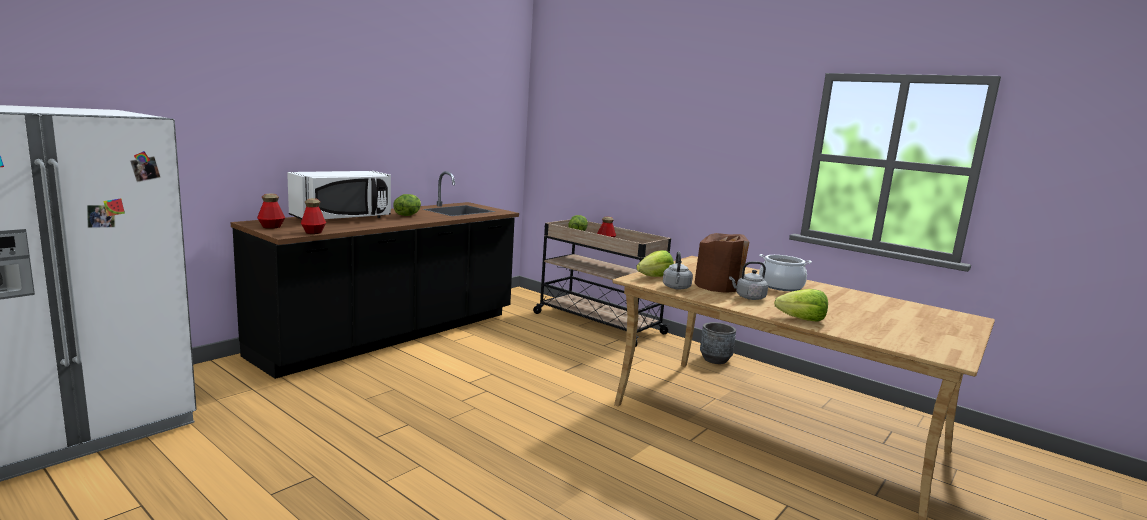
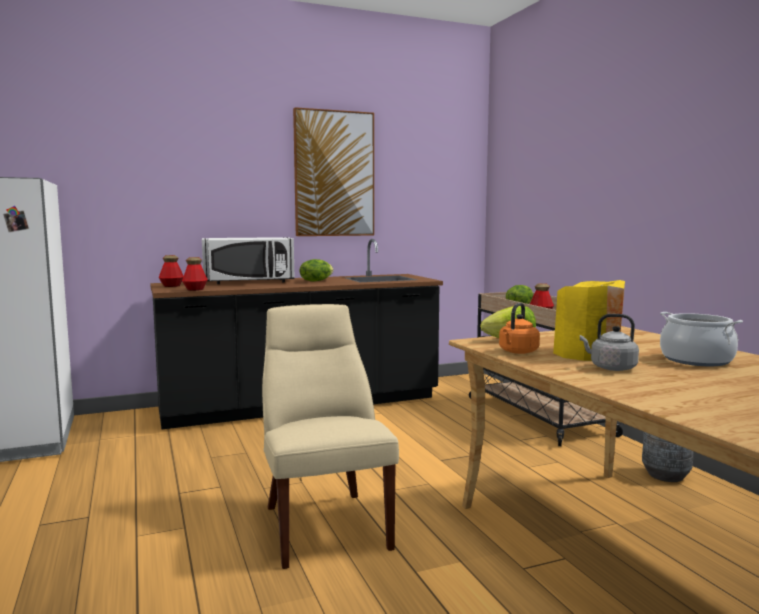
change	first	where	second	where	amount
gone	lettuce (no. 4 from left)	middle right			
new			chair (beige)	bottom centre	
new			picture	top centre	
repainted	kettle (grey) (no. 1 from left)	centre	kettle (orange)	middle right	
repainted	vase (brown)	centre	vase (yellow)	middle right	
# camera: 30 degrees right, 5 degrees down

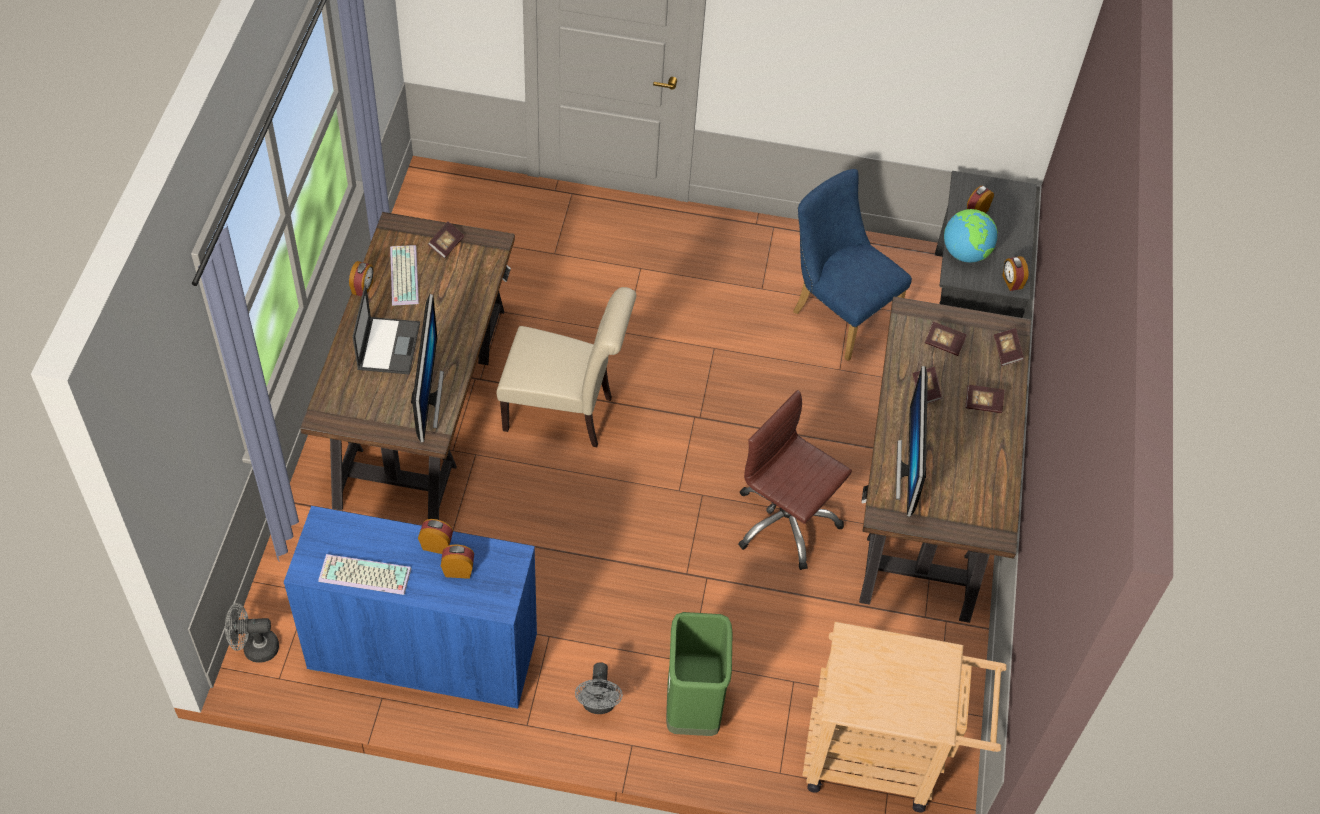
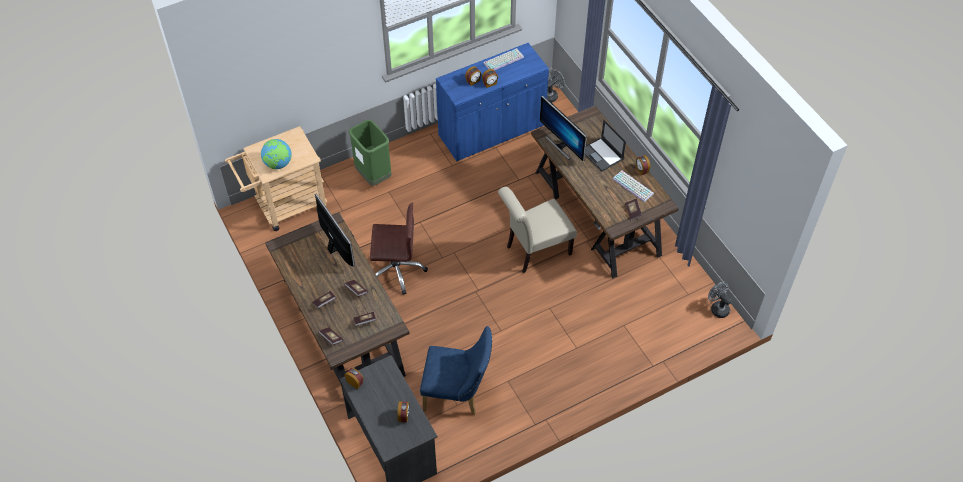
change	first	where	second	where	amount
shifted	fan (grey) (no. 2 from left)	bottom centre		middle right	
shifted	globe	top right		top left	
# camera: 145 degrees right, 0 degrees up

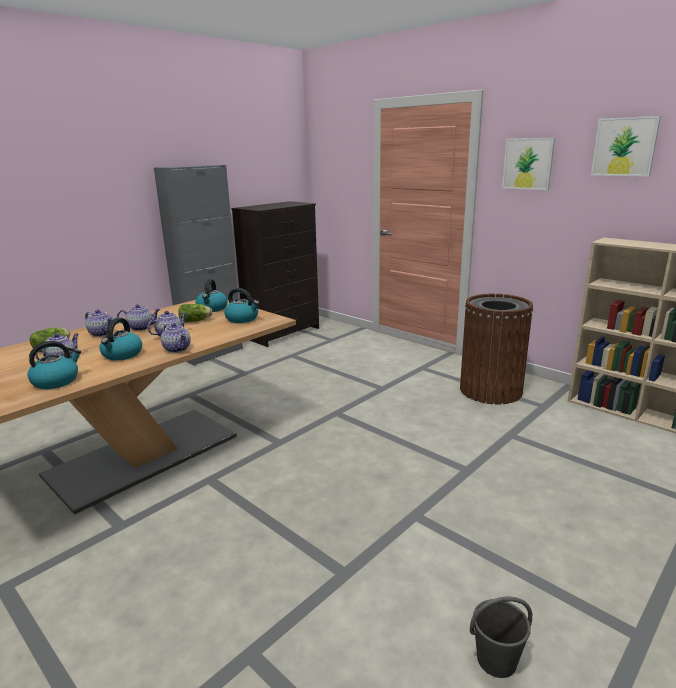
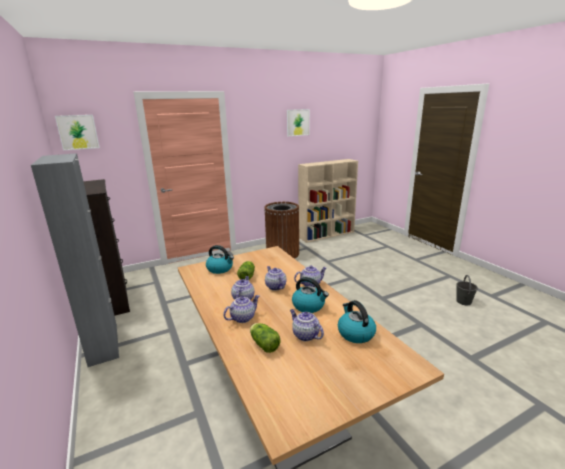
change	first	where	second	where	amount
gone	kettle (no. 4 from left)	centre			
shifted	picture (no. 1 from left)	top right		top left	
# camera: 70 degrees left, 0 degrees up

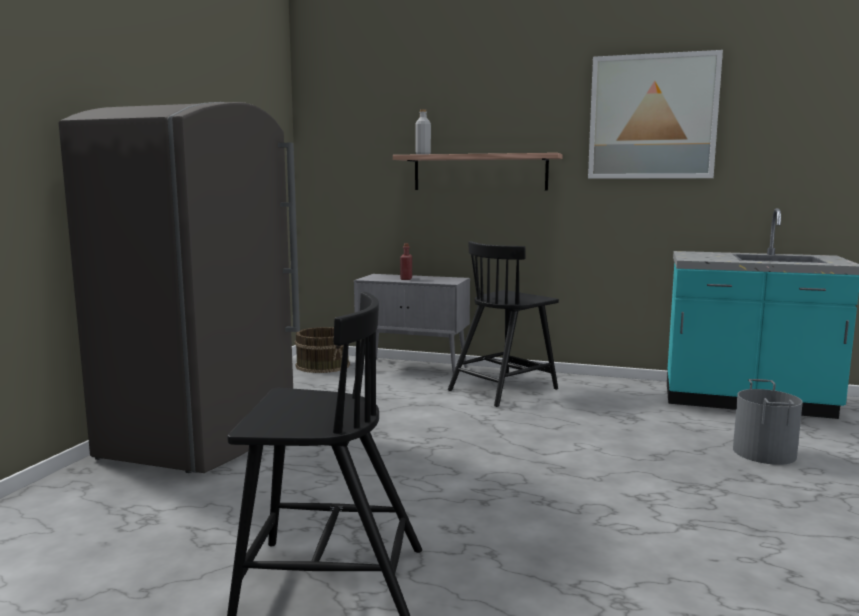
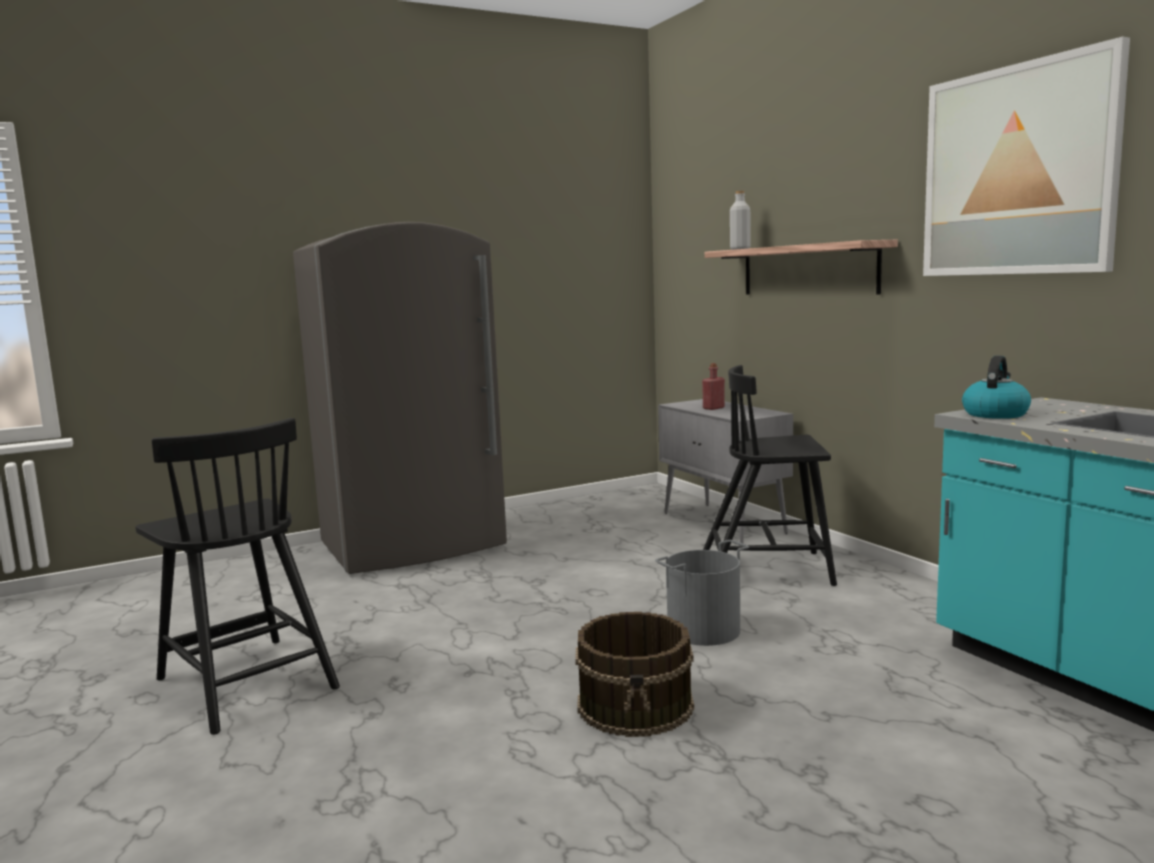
change	first	where	second	where	amount
new			kettle	middle right	
shifted	bucket (brown)	centre		bottom centre	
shifted	bucket (grey)	bottom right		bottom centre	
# camera: 45 degrees right, 0 degrees up

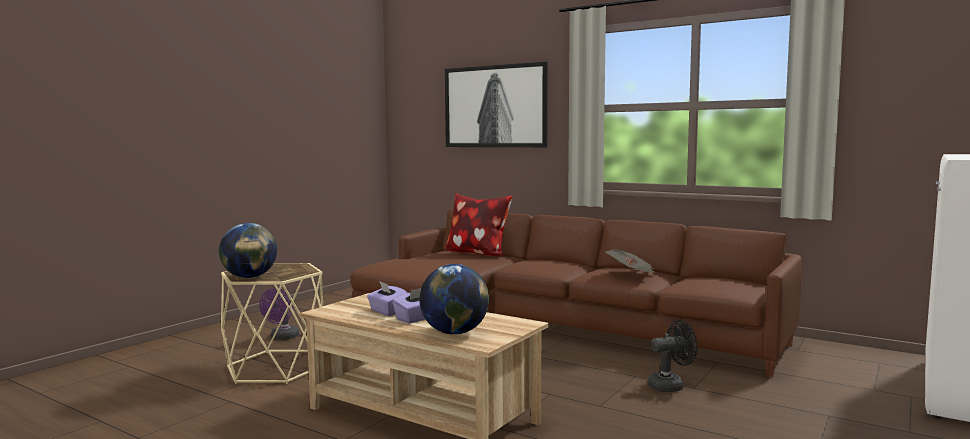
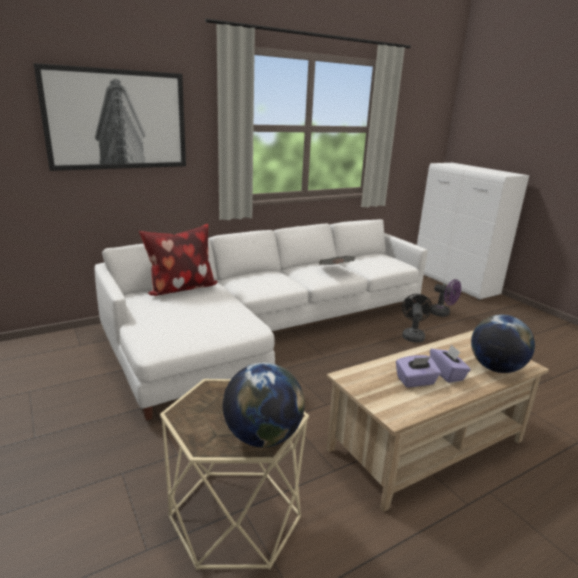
change	first	where	second	where	amount
shifted	fan (purple)	bottom left		middle right	
repainted	sofa (brown)	bottom centre	sofa (white)	centre	
# camera: 65 degrees left, 15 degrees up

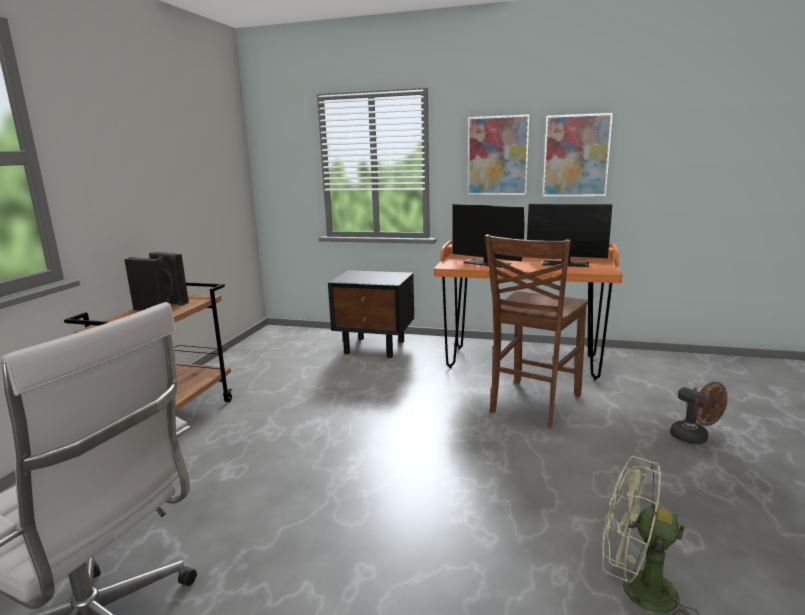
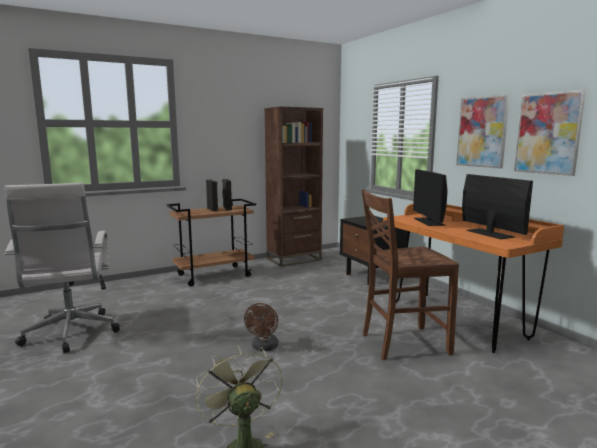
change	first	where	second	where	amount
new			bookcase (brown)	centre	
shifted	fan (brown)	bottom right		bottom centre	
# camera: 45 degrees right, 5 degrees down

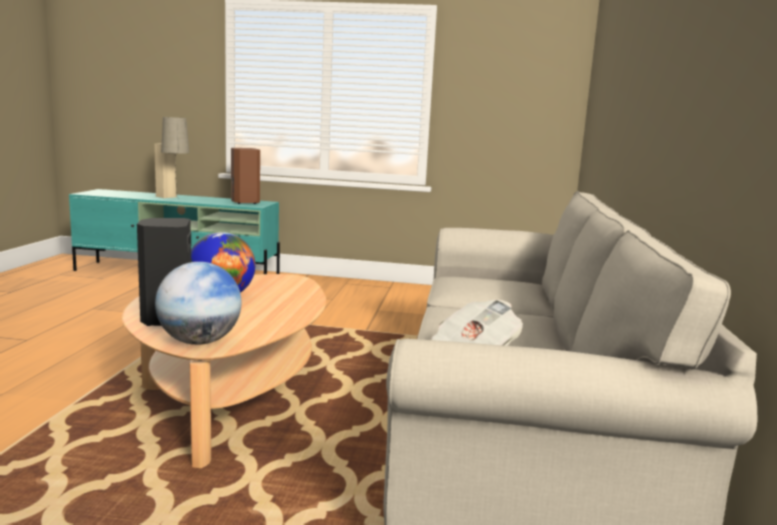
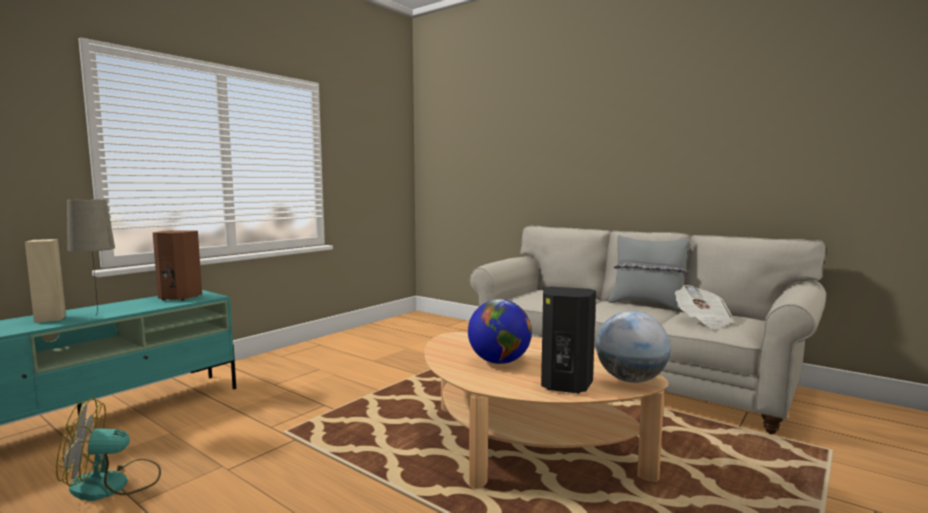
change	first	where	second	where	amount
new			fan	bottom left	
new			pillow (grey)	middle right	
# camera: 60 degrees left, 5 degrees down

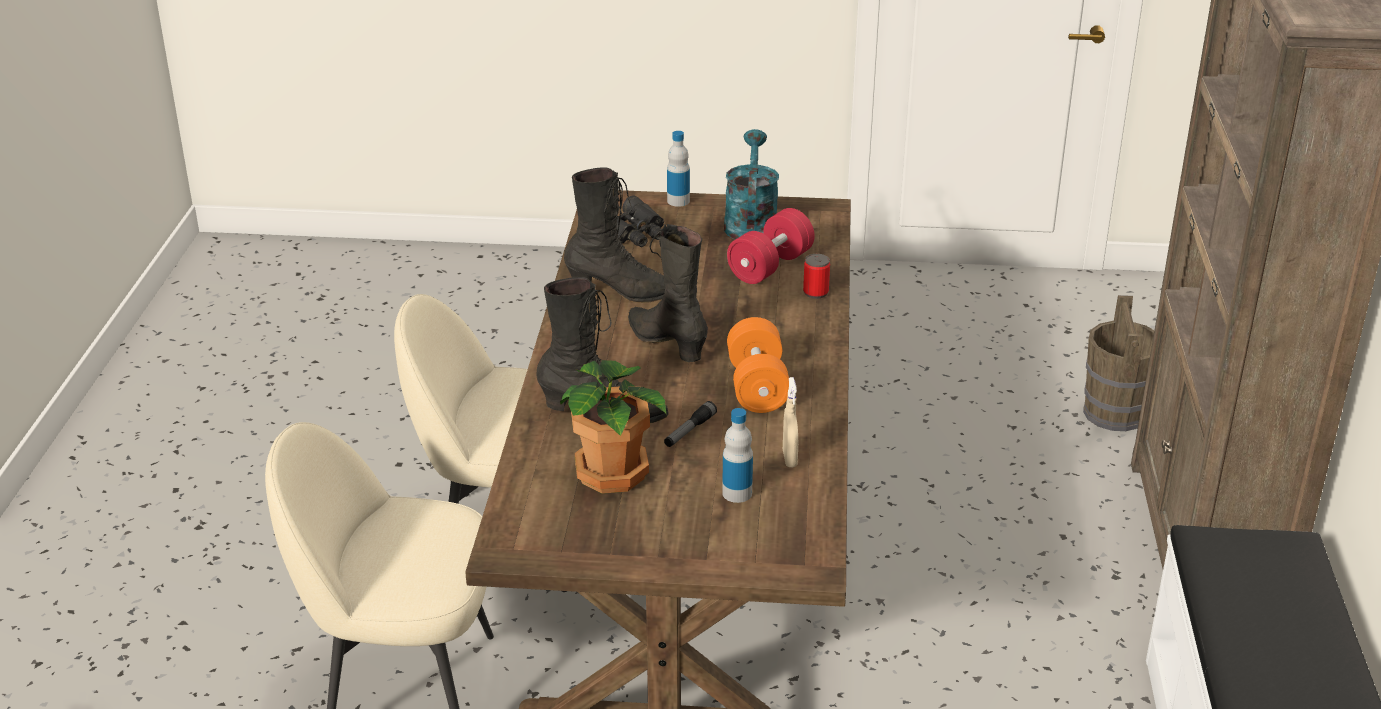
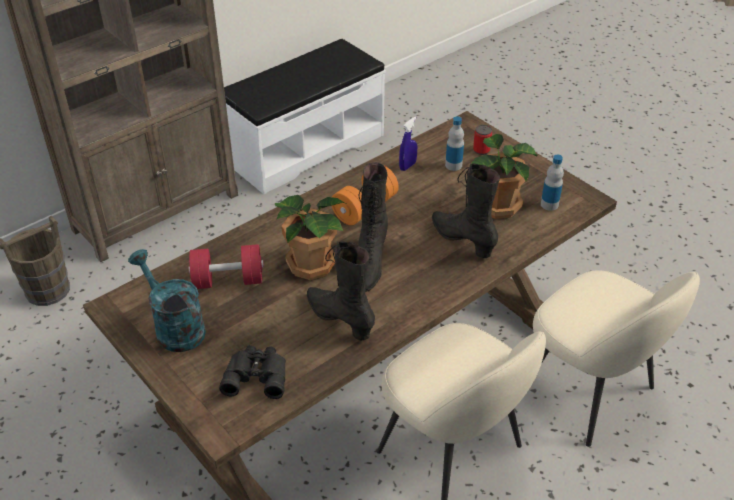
change	first	where	second	where	amount
gone	flashlight	centre			
new			potted plant (no. 1 from left)	centre	
shifted	bottle (no. 1 from left in the first image)	top centre	bottle (no. 2 from left)	middle right	
shifted	can	centre		top centre	
repainted	spray bottle (beige)	centre	spray bottle (blue)	top centre	
rotated	watering can (turquoise)	top centre		middle left	90 degrees clockwise
# camera: 135 degrees left, 10 degrees up

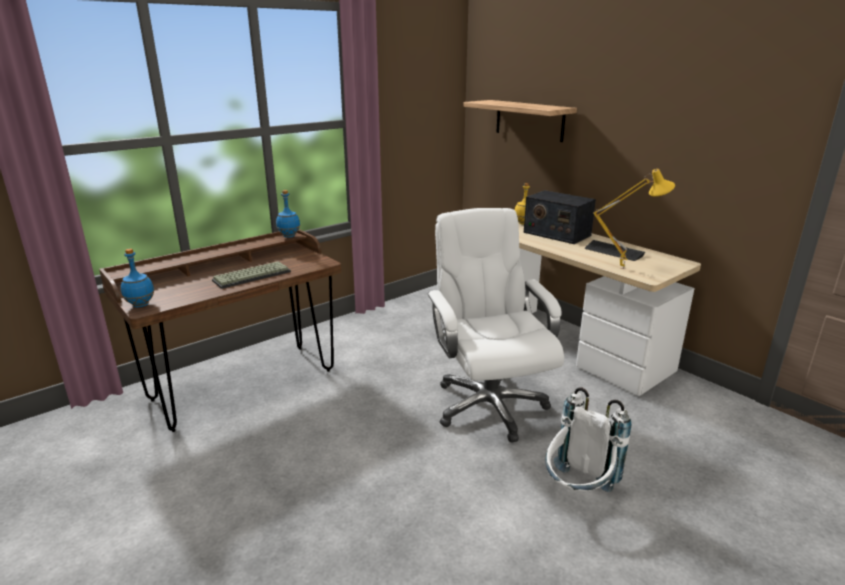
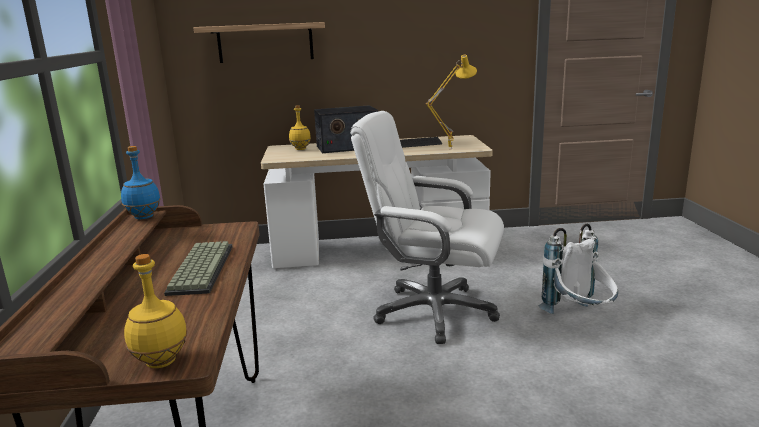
change	first	where	second	where	amount
repainted	bottle (blue) (no. 1 from left)	middle left	bottle (yellow) (no. 1 from left)	bottom left	
# camera: 55 degrees left, 5 degrees down

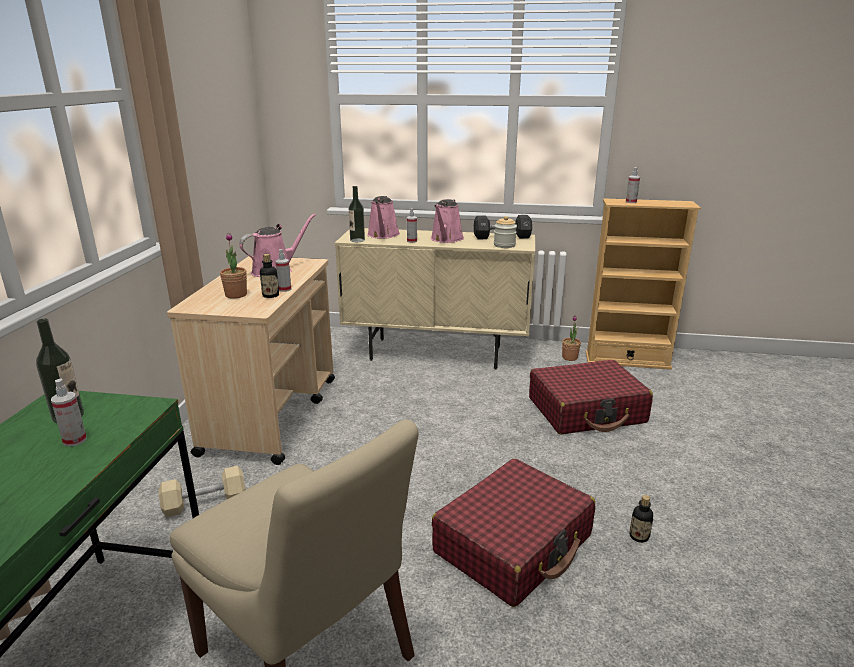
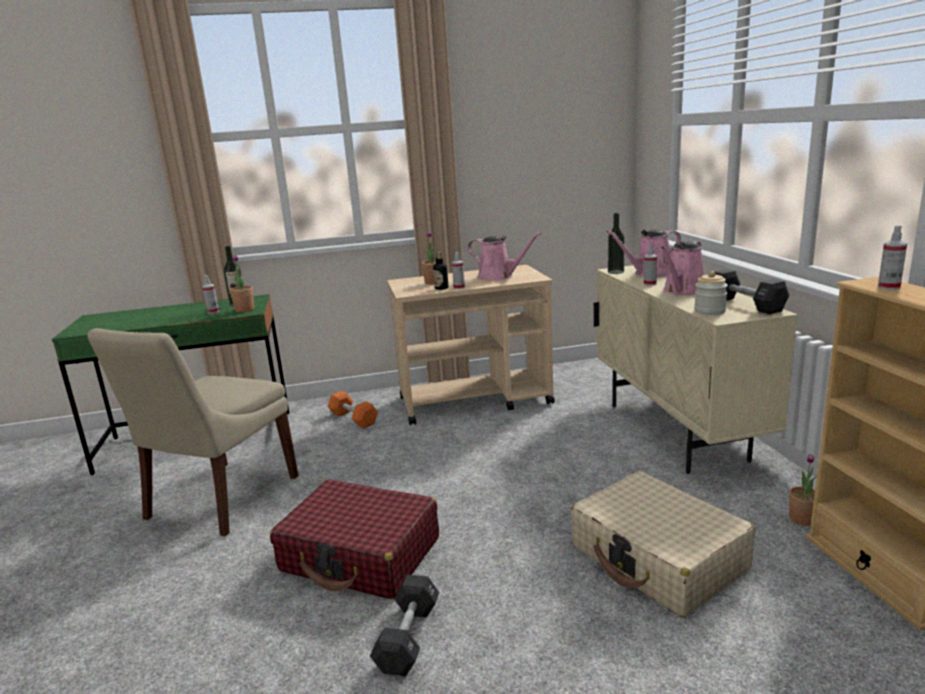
change	first	where	second	where	amount
new			potted plant (no. 1 from left)	middle left	
swapped	bottle (no. 4 from left)	bottom right	dumbbell (black) (no. 1 from left)	bottom centre	
repainted	dumbbell (beige)	bottom left	dumbbell (orange)	centre	
repainted	suitcase (red) (no. 2 from left)	middle right	suitcase (beige)	bottom right	
rotated	watering can (pink) (no. 3 from left)	top centre		middle right	45 degrees counterclockwise
# camera: 70 degrees right, 5 degrees down

